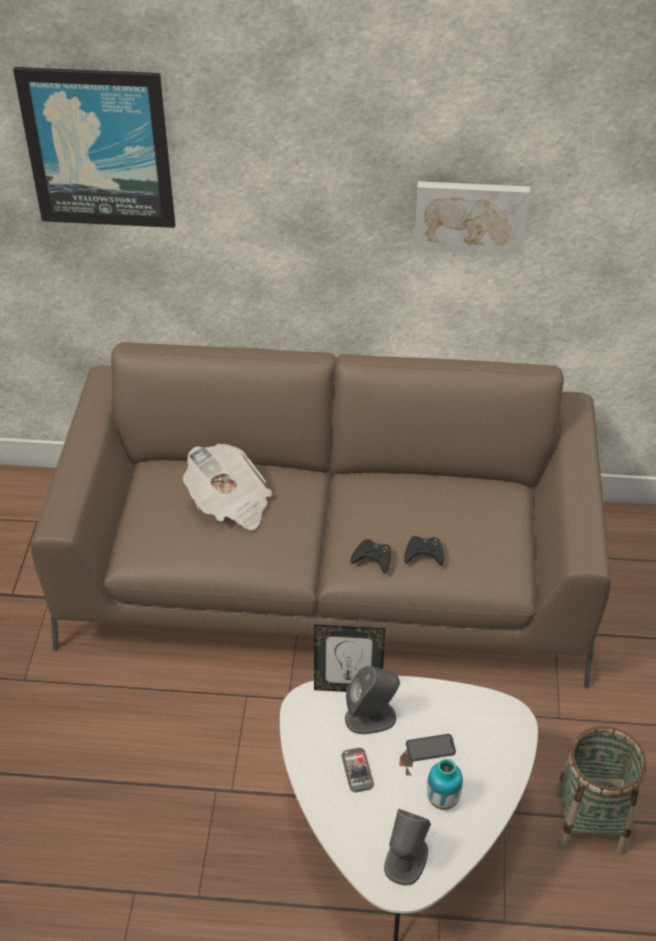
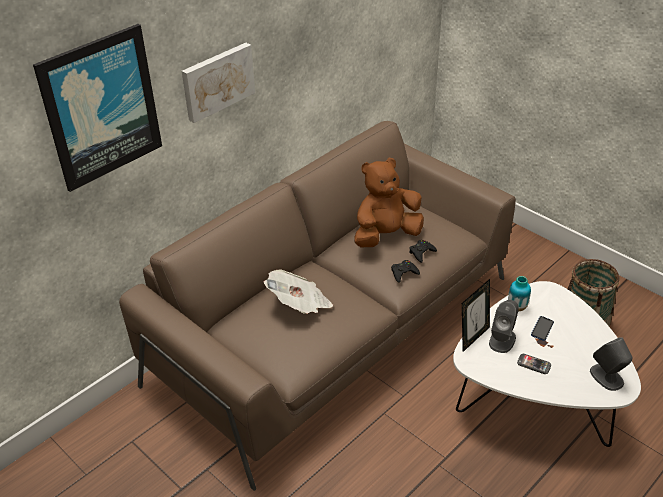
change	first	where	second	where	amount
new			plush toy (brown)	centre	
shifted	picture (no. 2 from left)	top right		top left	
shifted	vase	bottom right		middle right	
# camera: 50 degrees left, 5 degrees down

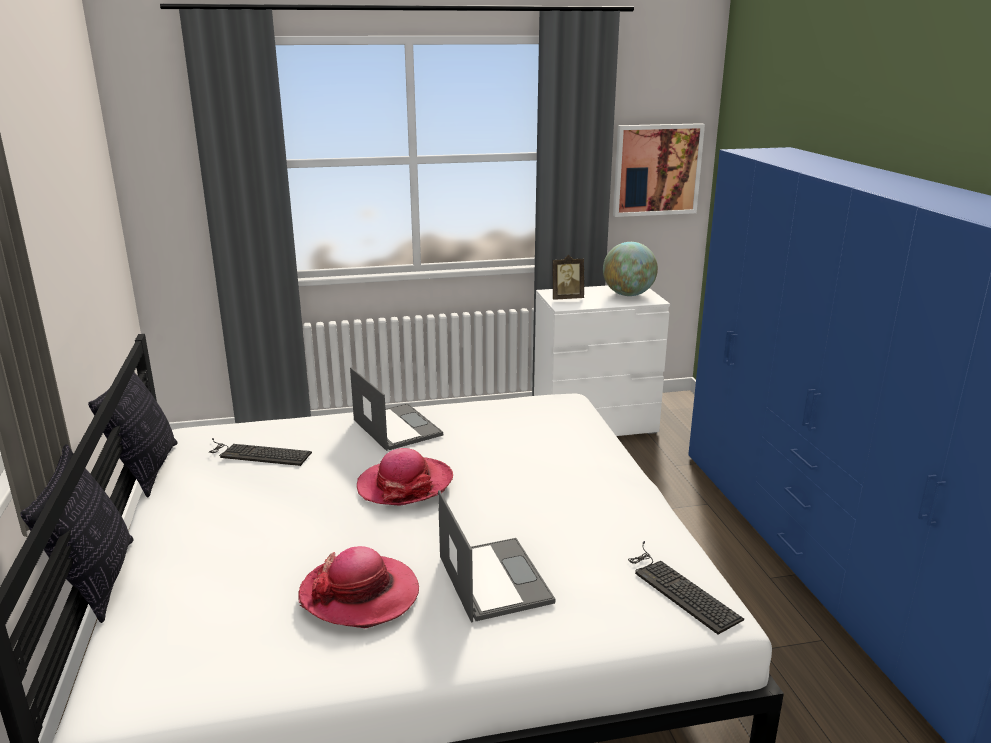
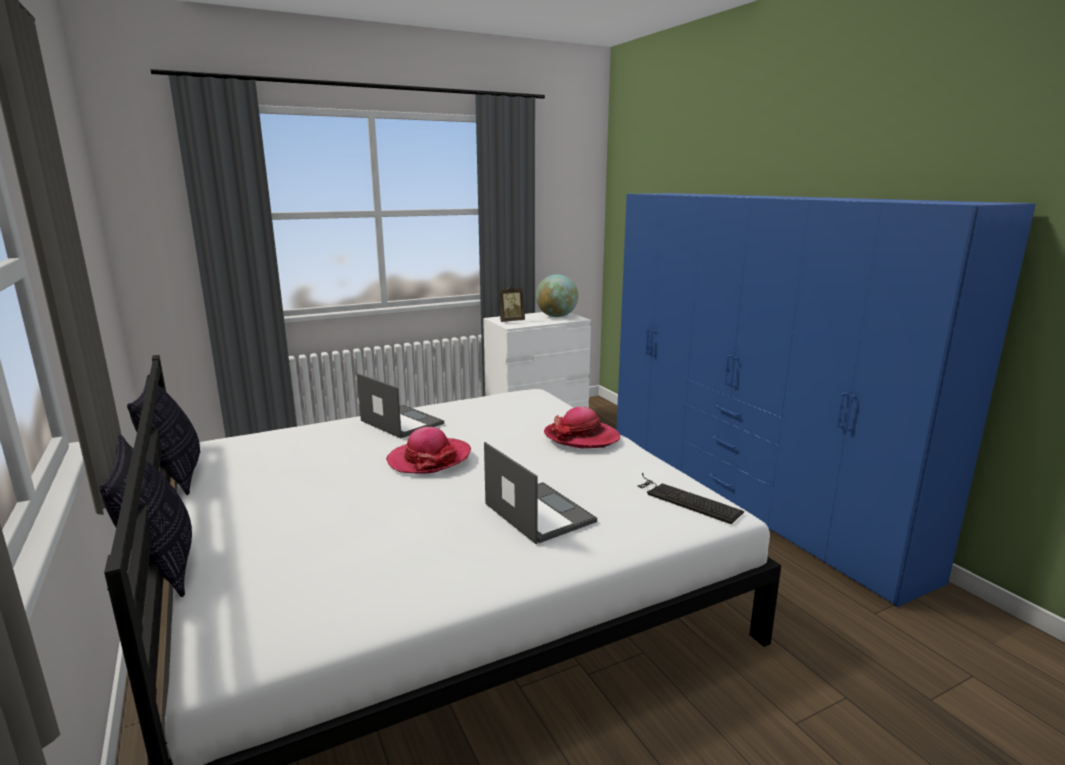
change	first	where	second	where	amount
gone	keyboard (no. 1 from left)	middle left			
gone	picture	top centre			
shifted	hat (no. 1 from left in the first image)	bottom centre	hat (no. 2 from left)	centre	
# camera: 15 degrees left, 5 degrees down

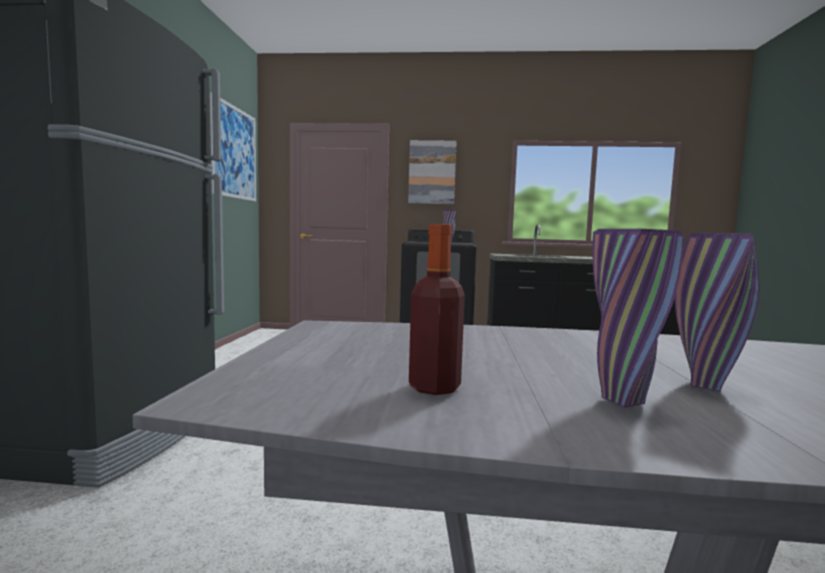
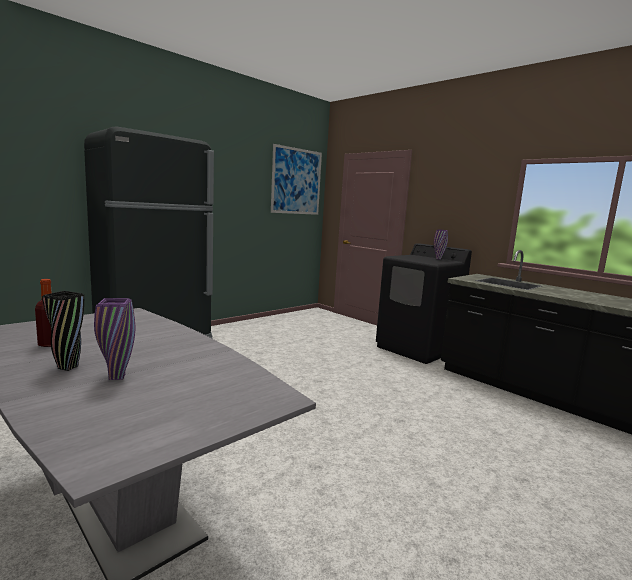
change	first	where	second	where	amount
gone	picture (no. 2 from left)	top centre			
repainted	vase (purple) (no. 2 from left)	middle right	vase (black)	middle left	
# camera: 40 degrees right, 5 degrees up

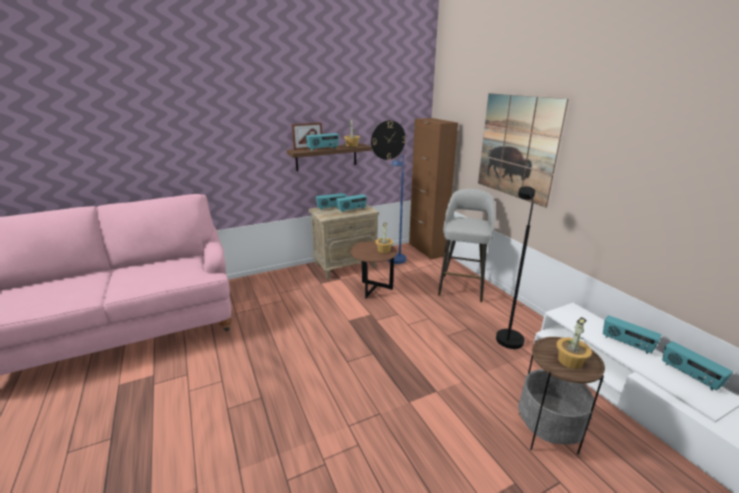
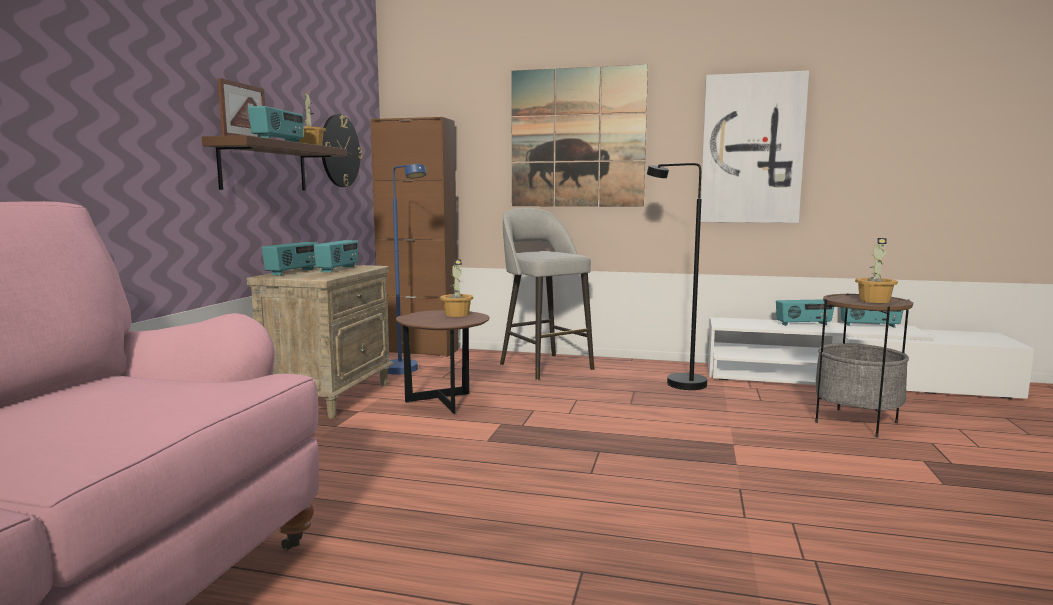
change	first	where	second	where	amount
new			picture (no. 2 from left)	top right	
# camera: 50 degrees left, 15 degrees down

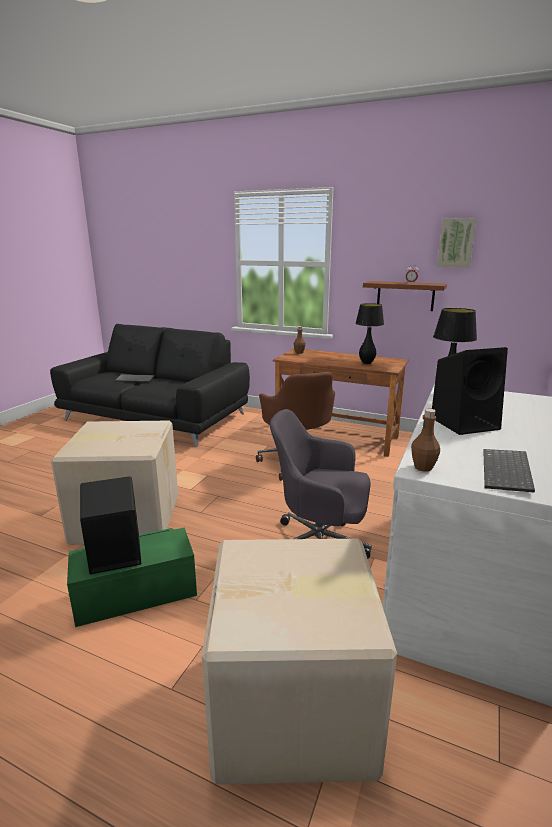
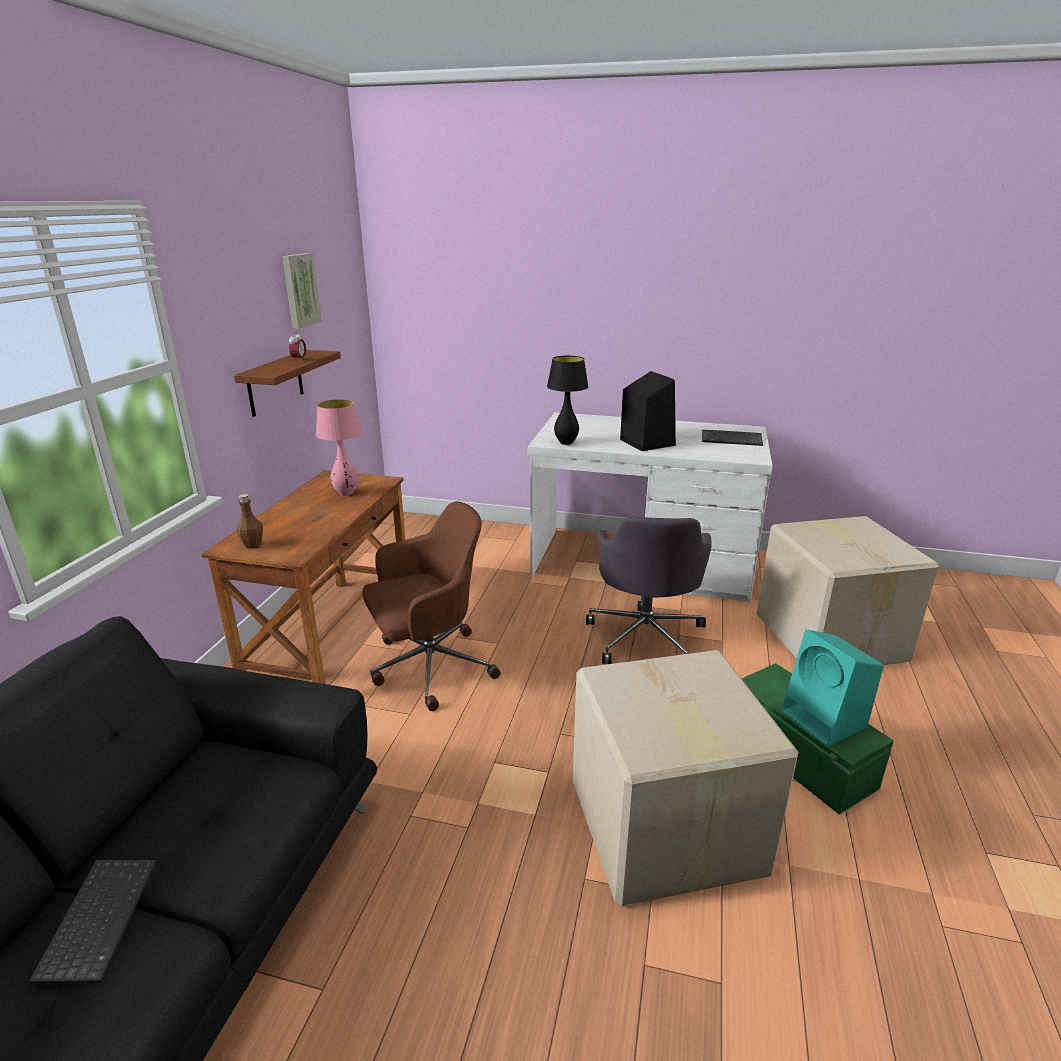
change	first	where	second	where	amount
gone	bottle (brown) (no. 2 from left)	middle right			
repainted	speaker (black) (no. 1 from left)	middle left	speaker (turquoise)	middle right	
repainted	table lamp (black) (no. 1 from left)	middle right	table lamp (pink)	middle left	
# camera: 100 degrees left, 5 degrees up

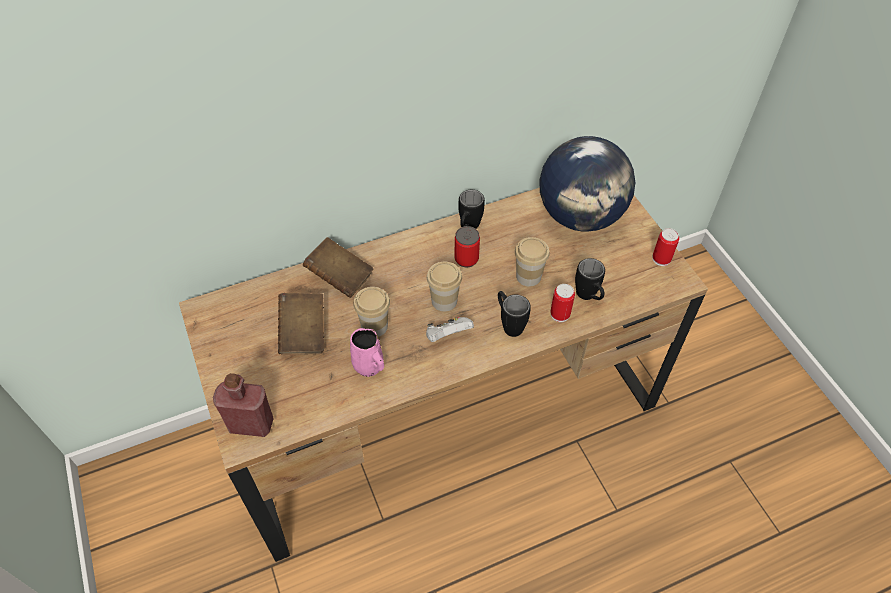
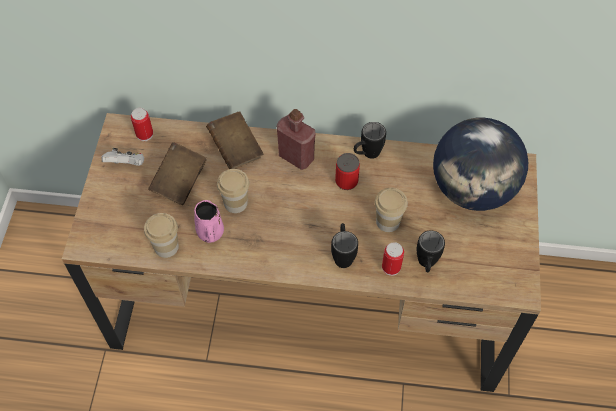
change	first	where	second	where	amount
shifted	bottle (red)	bottom left		centre	
shifted	game controller (white)	centre		middle left	
shifted	cup (no. 2 from left in the first image)	centre	cup (no. 1 from left)	middle left	
shifted	can (no. 3 from left in the first image)	middle right	can (no. 1 from left)	top left	
# camera: 30 degrees right, 5 degrees up

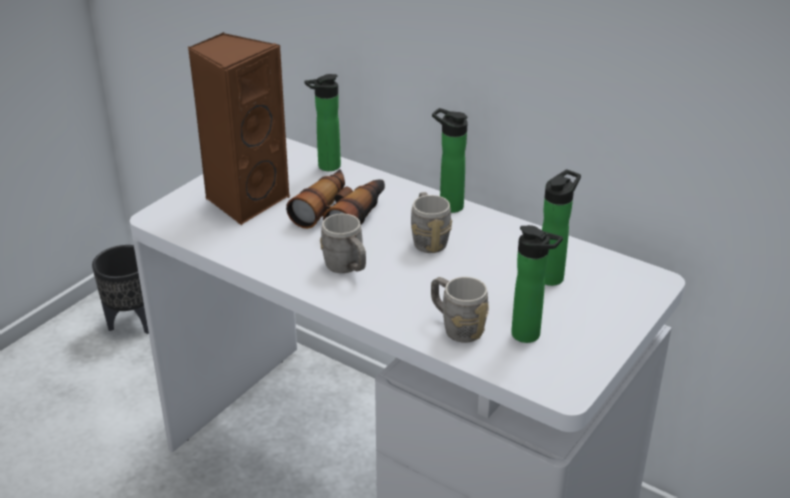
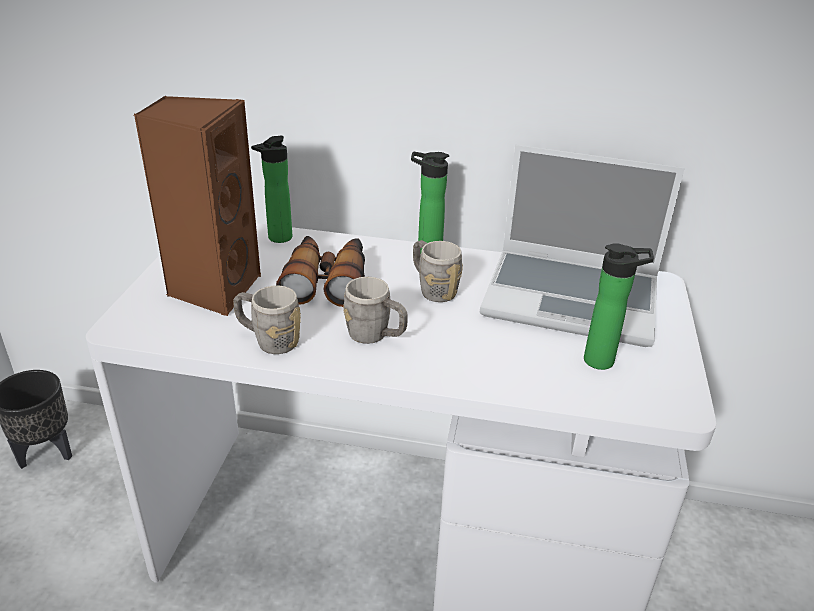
change	first	where	second	where	amount
shifted	mug (grey) (no. 3 from left in the first image)	centre	mug (grey) (no. 1 from left)	middle left	
swapped	bottle (no. 4 from left)	middle right	laptop	middle right	
# camera: 25 degrees left, 0 degrees up

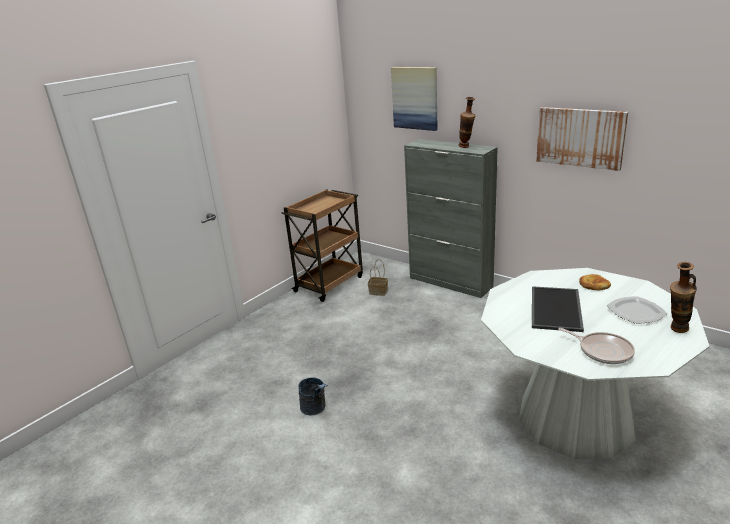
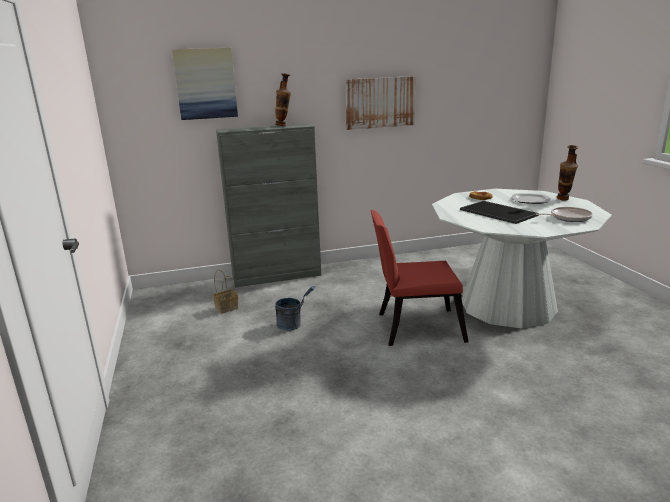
change	first	where	second	where	amount
gone	cart (brown)	centre			
new			chair (red)	centre	
shifted	bucket (grey)	bottom centre		centre	
# camera: 55 degrees left, 5 degrees down

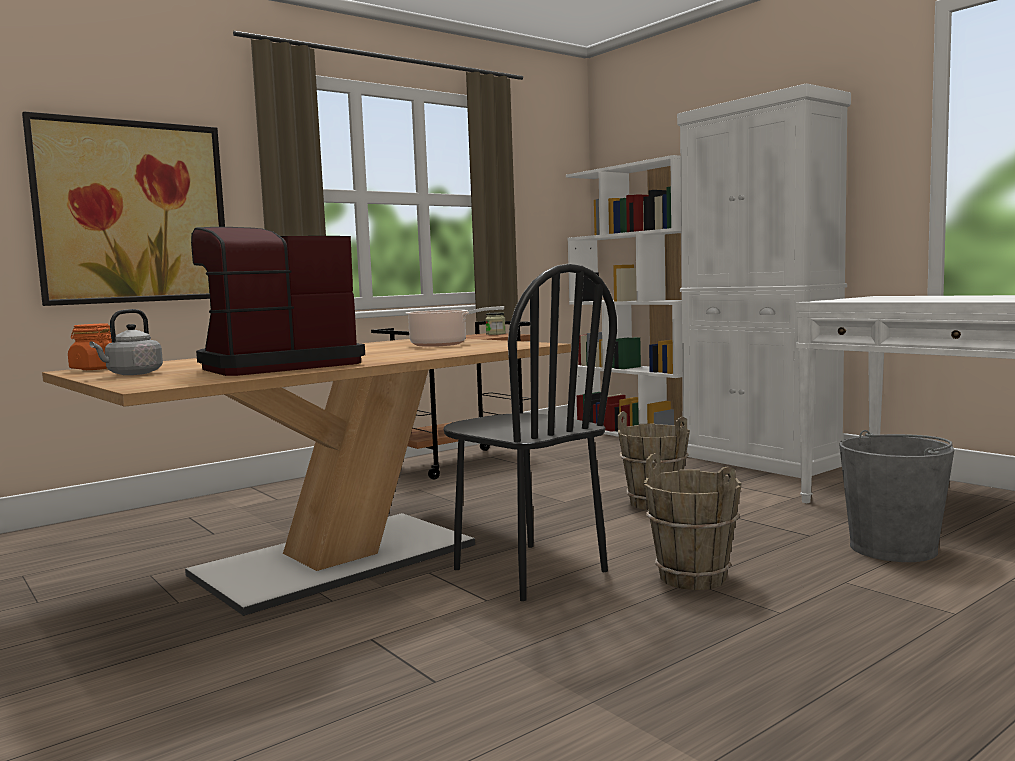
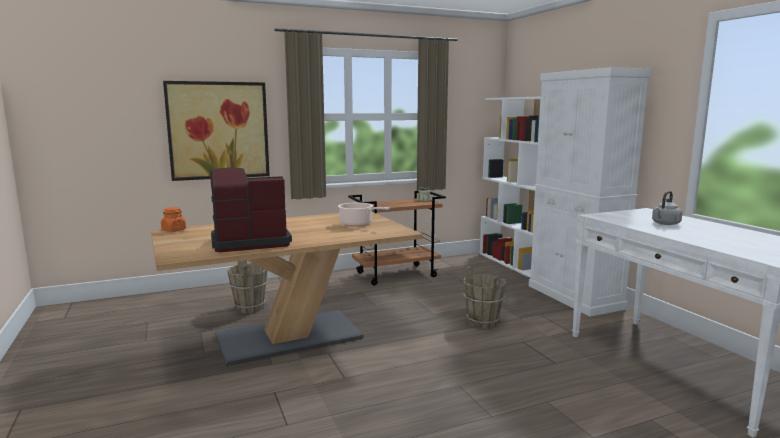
change	first	where	second	where	amount
gone	chair (black)	centre			
gone	bucket (grey)	middle right			
shifted	kettle (grey)	middle left		middle right	
shifted	bucket (brown) (no. 2 from left in the first image)	bottom right	bucket (brown) (no. 1 from left)	middle left	
# camera: 15 degrees right, 5 degrees up

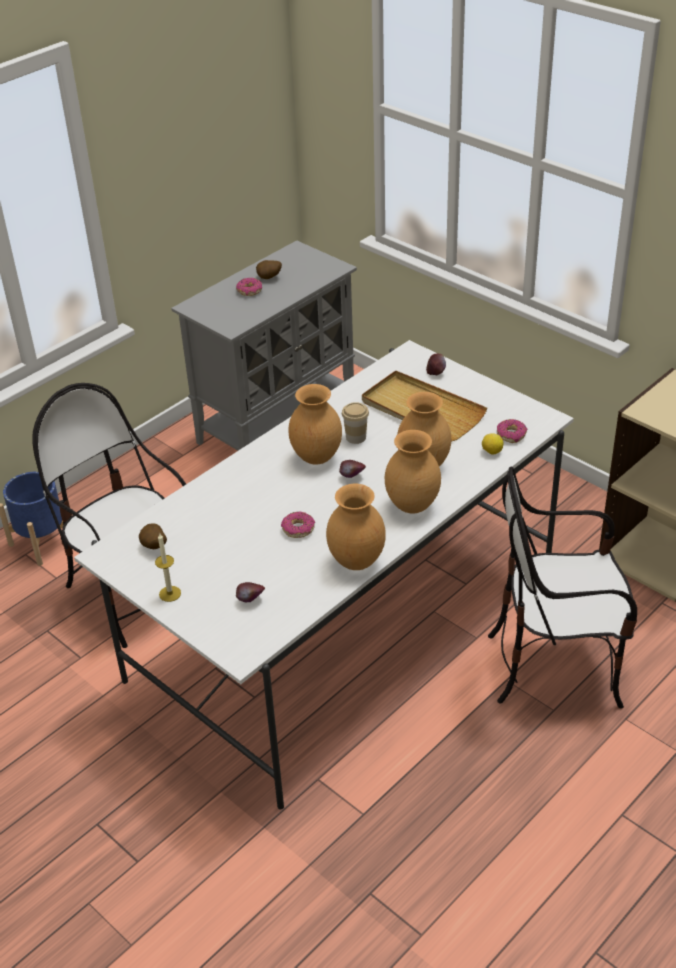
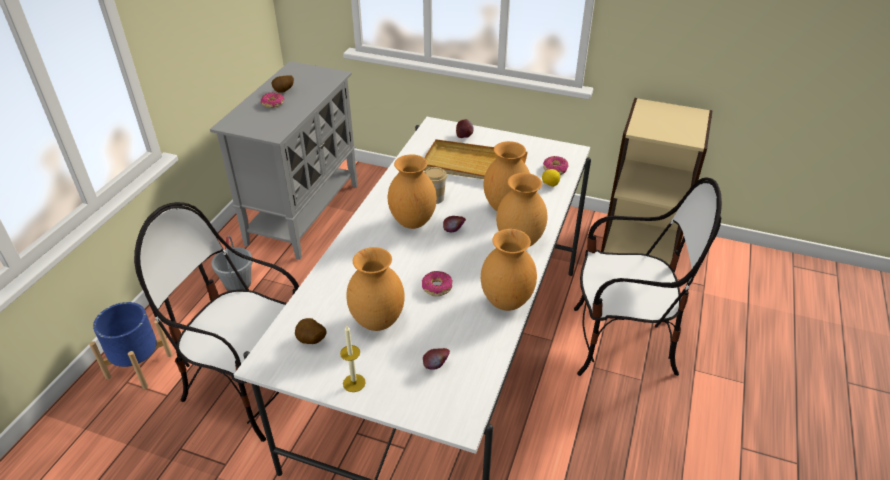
change	first	where	second	where	amount
new			bucket (grey)	middle left	
new			vase (brown) (no. 1 from left)	centre	
rotated	chair (no. 2 from left)	middle right		middle right	150 degrees counterclockwise
# camera: 25 degrees left, 0 degrees up

